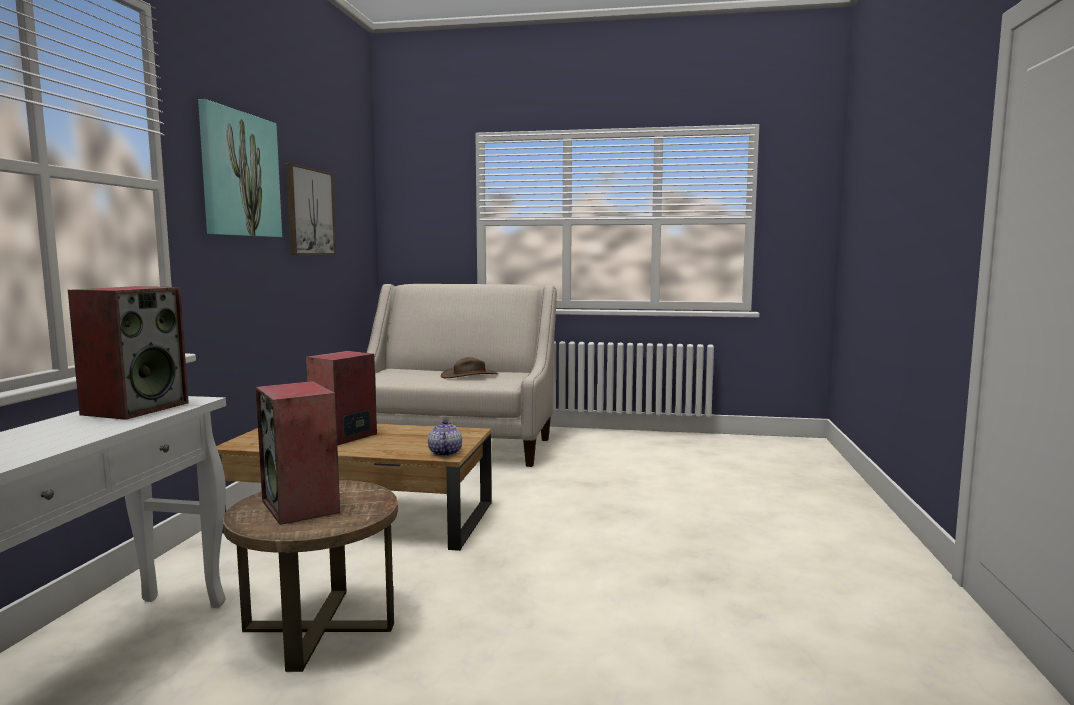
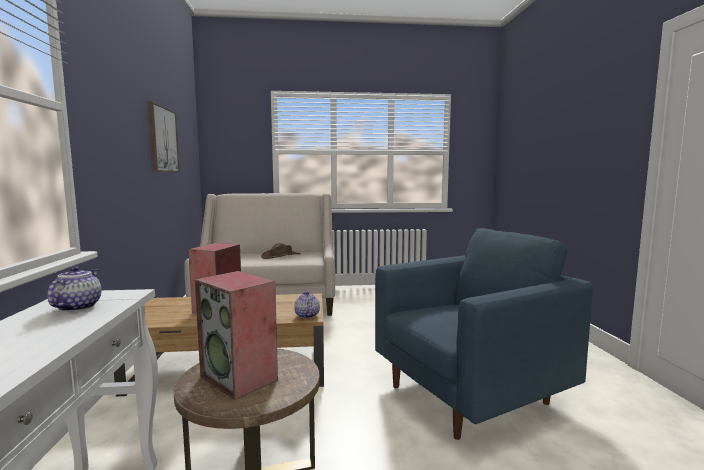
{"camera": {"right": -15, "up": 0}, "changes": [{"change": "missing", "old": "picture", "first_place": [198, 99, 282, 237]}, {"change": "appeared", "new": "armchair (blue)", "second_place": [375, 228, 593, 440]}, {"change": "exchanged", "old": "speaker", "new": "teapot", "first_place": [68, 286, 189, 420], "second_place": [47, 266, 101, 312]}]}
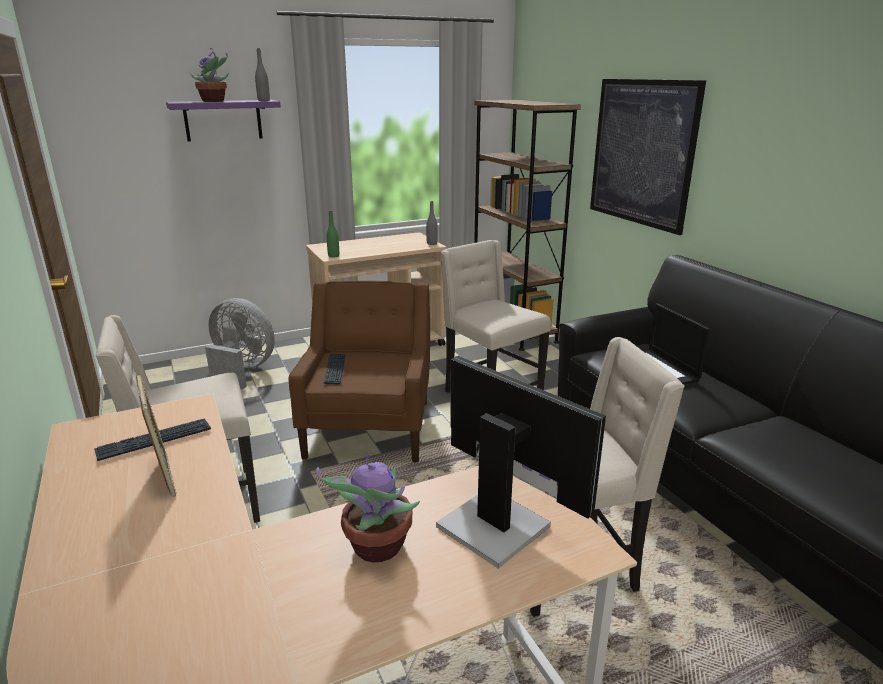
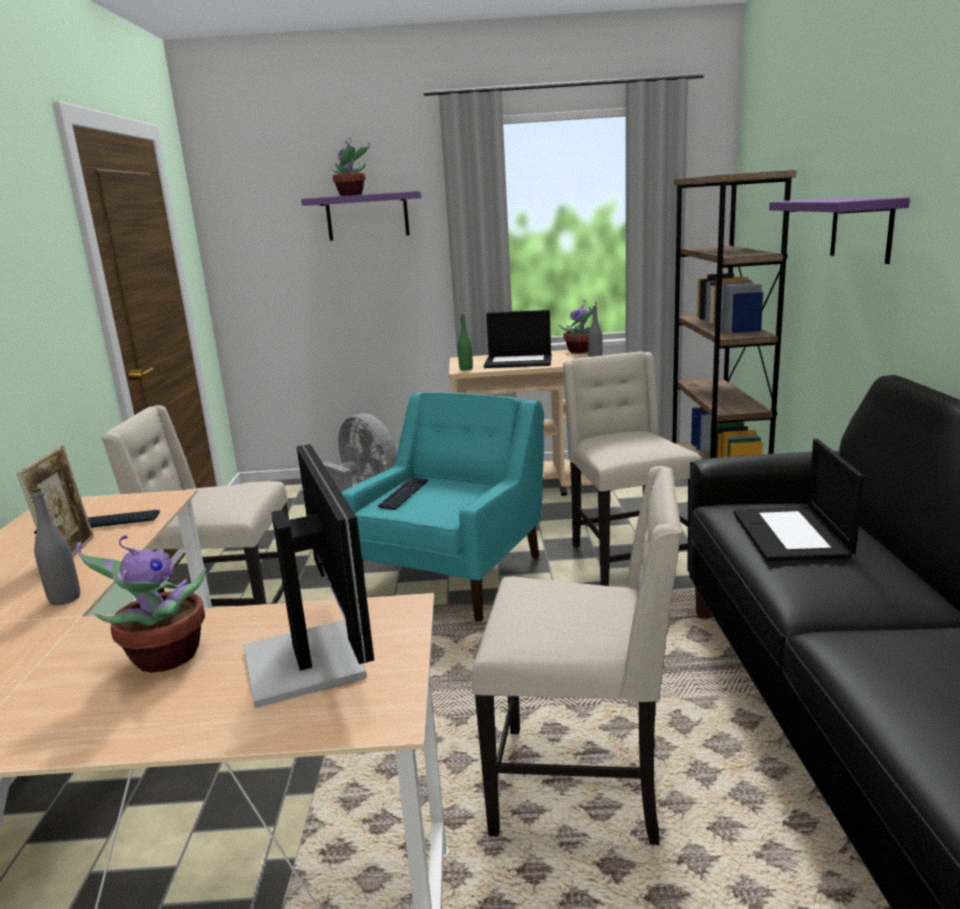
{"camera": {"right": 25, "up": -5}, "changes": [{"change": "appeared", "new": "laptop", "second_place": [484, 310, 552, 368]}, {"change": "appeared", "new": "potted plant", "second_place": [559, 300, 600, 353]}, {"change": "relocated", "old": "bottle (grey)", "first_place": [255, 49, 270, 101], "second_place": [31, 488, 80, 605]}, {"change": "exchanged", "old": "picture", "new": "shelf (purple)", "first_place": [590, 79, 706, 235], "second_place": [769, 198, 910, 264]}, {"change": "colour", "old": "armchair (brown)", "new": "armchair (turquoise)", "first_place": [289, 280, 430, 463], "second_place": [341, 392, 544, 621]}]}
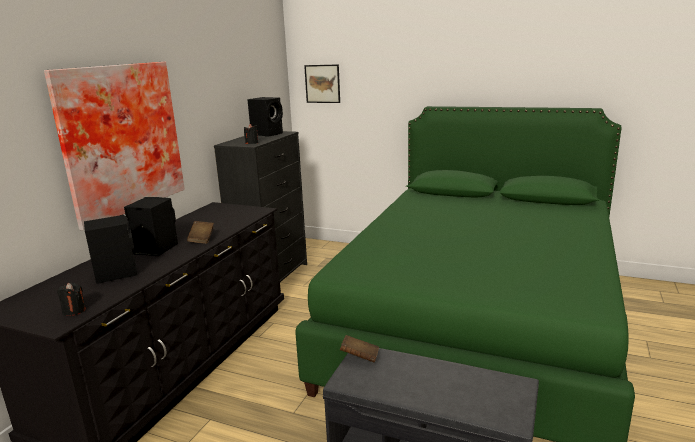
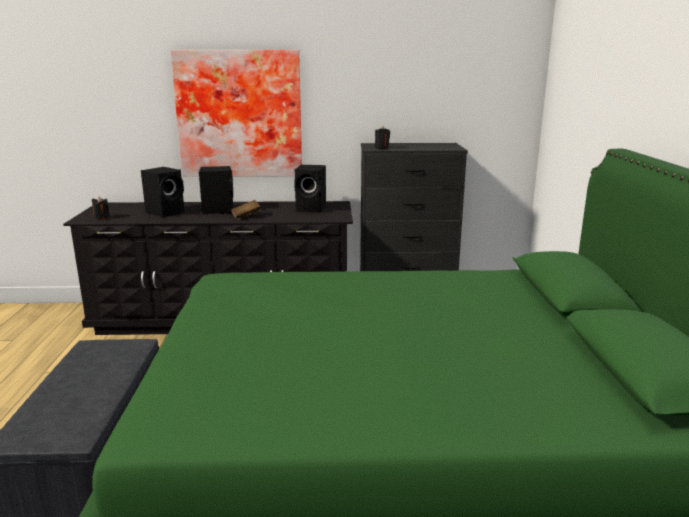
{"camera": {"right": 65, "up": 0}, "changes": [{"change": "missing", "old": "picture", "first_place": [304, 64, 340, 103]}, {"change": "missing", "old": "book (brown)", "first_place": [340, 335, 379, 363]}, {"change": "relocated", "old": "speaker (black)", "first_place": [247, 97, 283, 137], "second_place": [294, 165, 326, 212]}]}
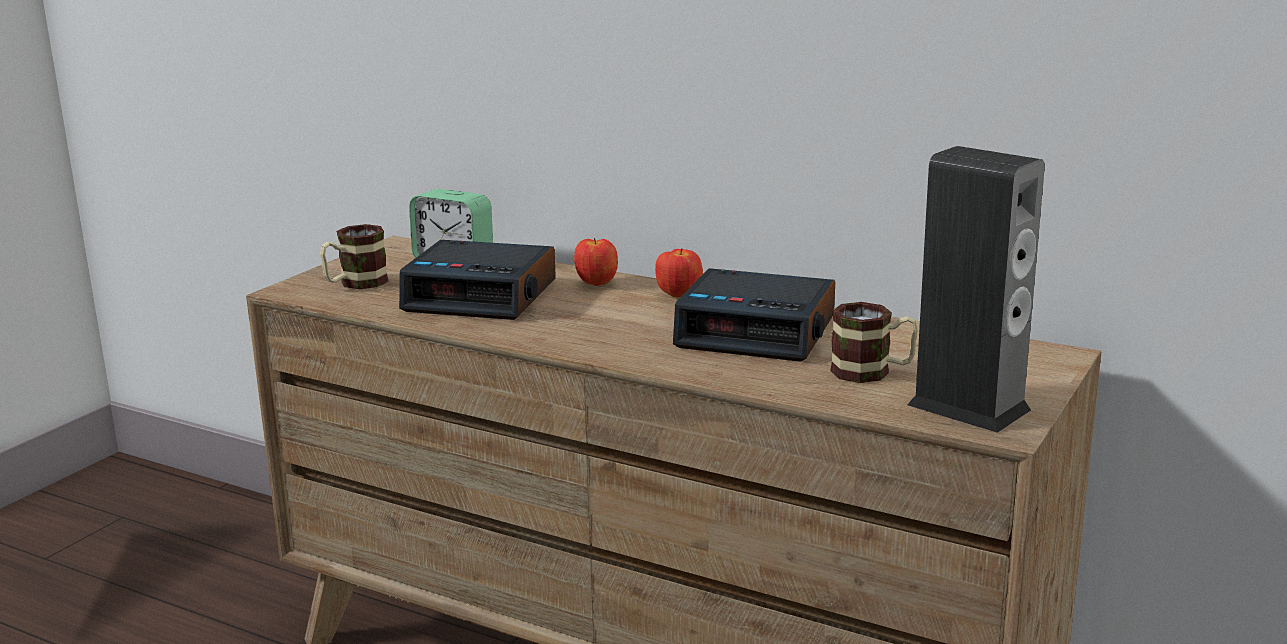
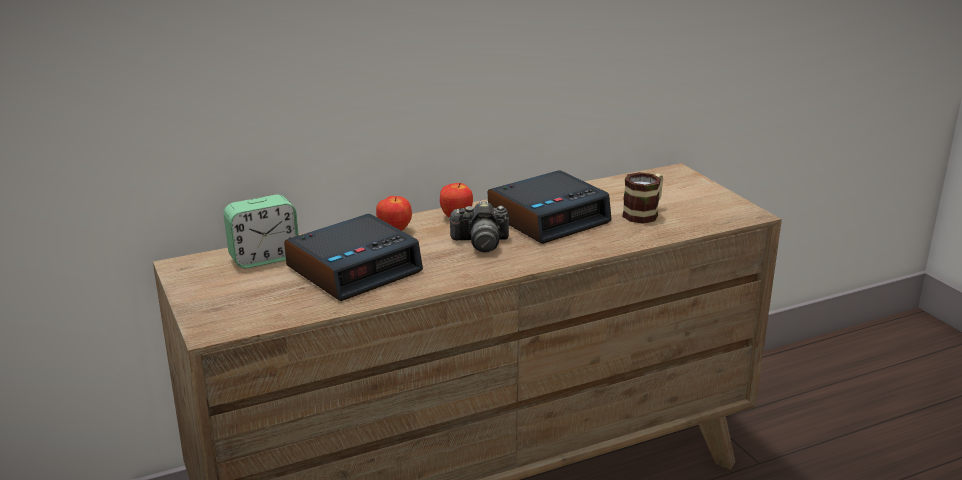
{"camera": {"right": -55, "up": 5}, "changes": [{"change": "missing", "old": "mug", "first_place": [320, 224, 389, 289]}, {"change": "missing", "old": "speaker", "first_place": [907, 146, 1045, 433]}, {"change": "appeared", "new": "photo camera", "second_place": [448, 201, 509, 252]}]}
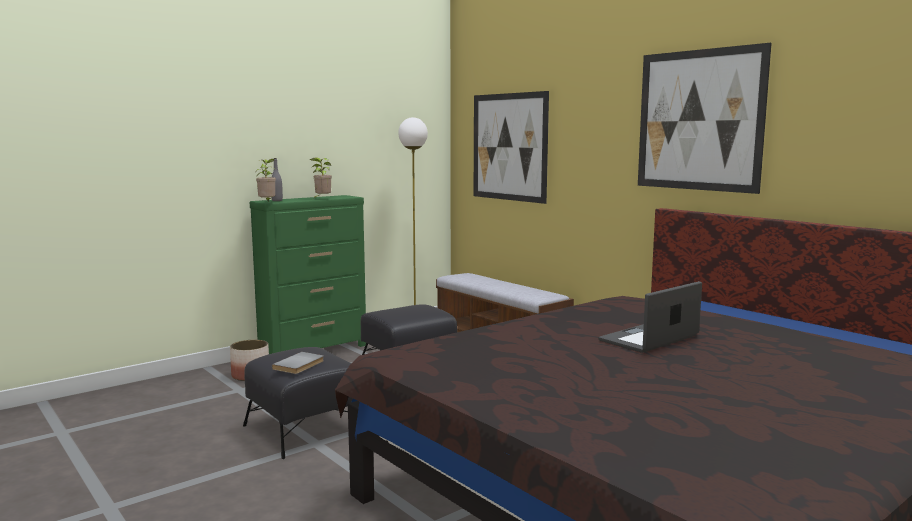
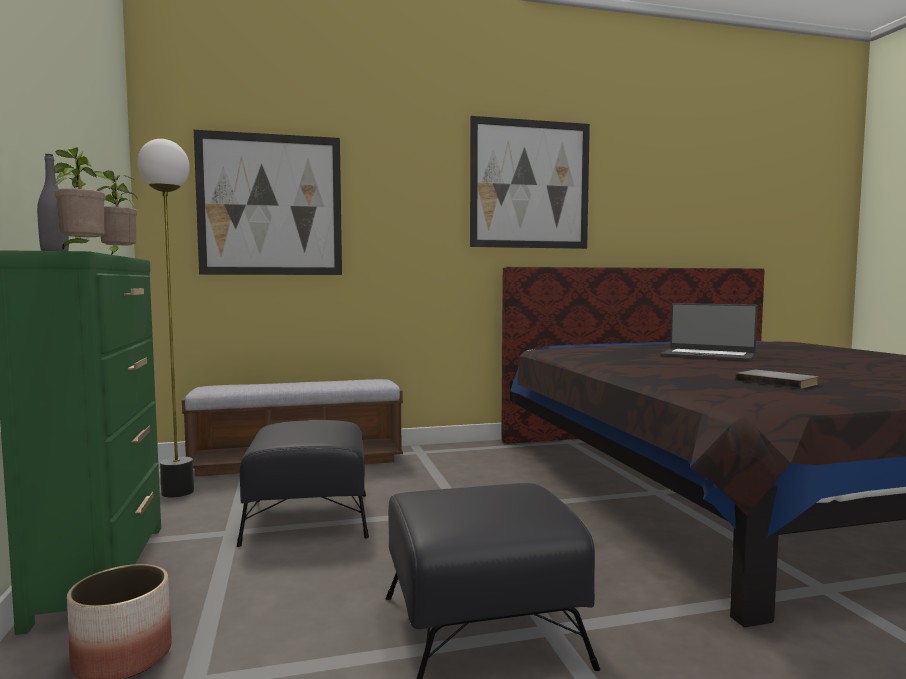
{"camera": {"right": -65, "up": -5}, "changes": [{"change": "relocated", "old": "book (grey)", "first_place": [272, 352, 324, 374], "second_place": [735, 370, 819, 389]}, {"change": "spun", "old": "laptop", "first_place": [598, 281, 702, 353], "second_place": [660, 303, 758, 362], "degrees": -45}]}
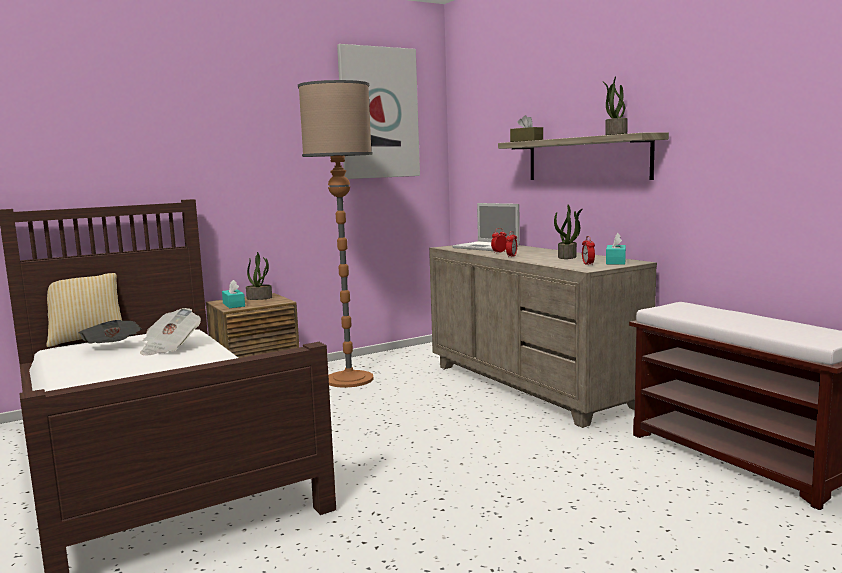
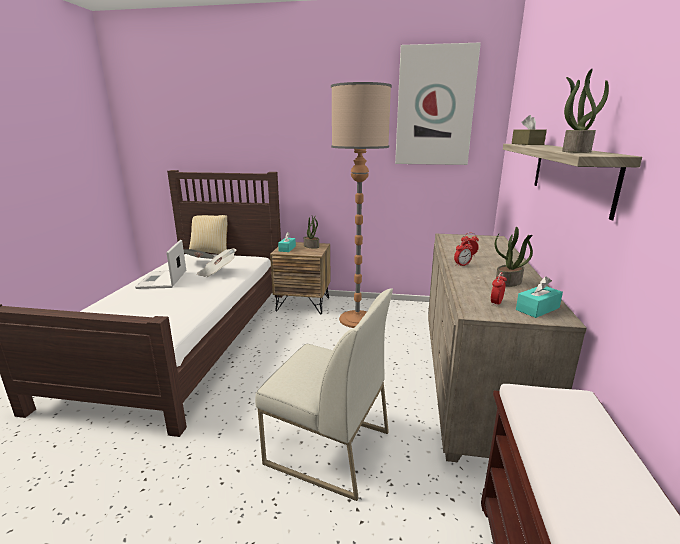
{"camera": {"right": 40, "up": 10}, "changes": [{"change": "appeared", "new": "chair (white)", "second_place": [255, 288, 393, 501]}, {"change": "relocated", "old": "laptop", "first_place": [452, 203, 520, 251], "second_place": [135, 240, 186, 289]}]}
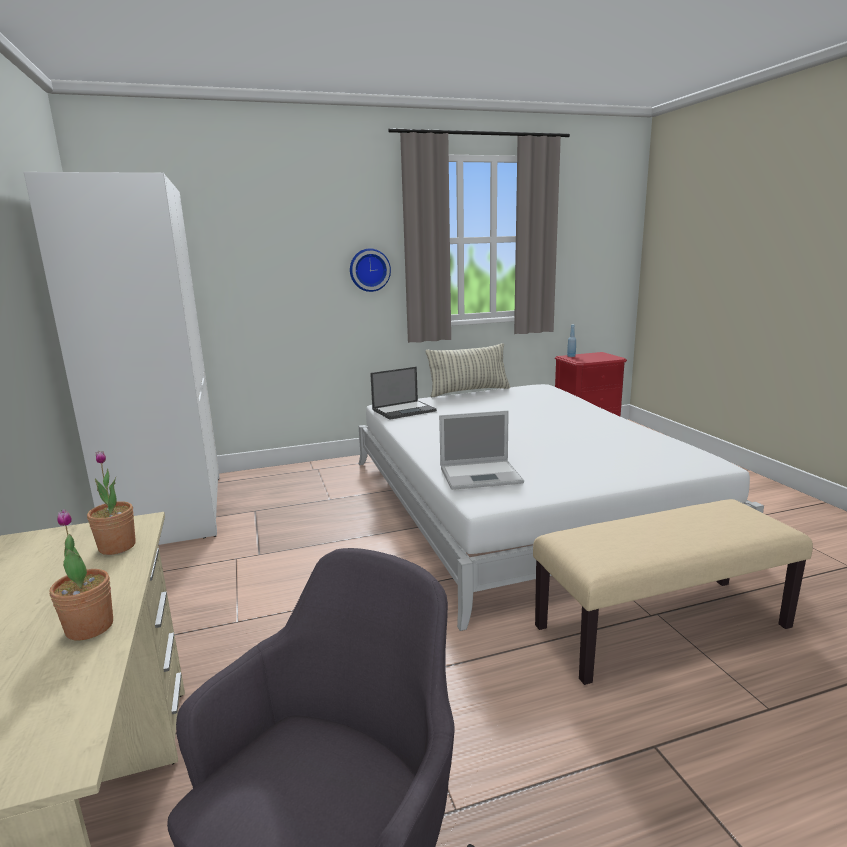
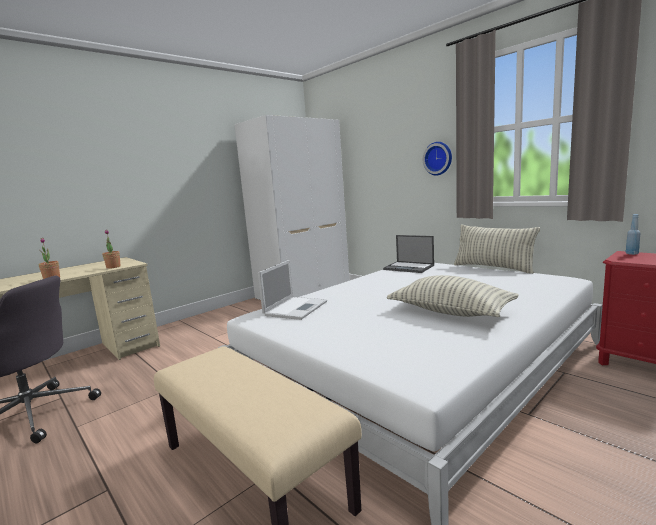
{"camera": {"right": 65, "up": -5}, "changes": [{"change": "appeared", "new": "pillow", "second_place": [387, 275, 519, 317]}, {"change": "spun", "old": "laptop", "first_place": [439, 410, 524, 490], "second_place": [258, 260, 327, 320], "degrees": -120}]}
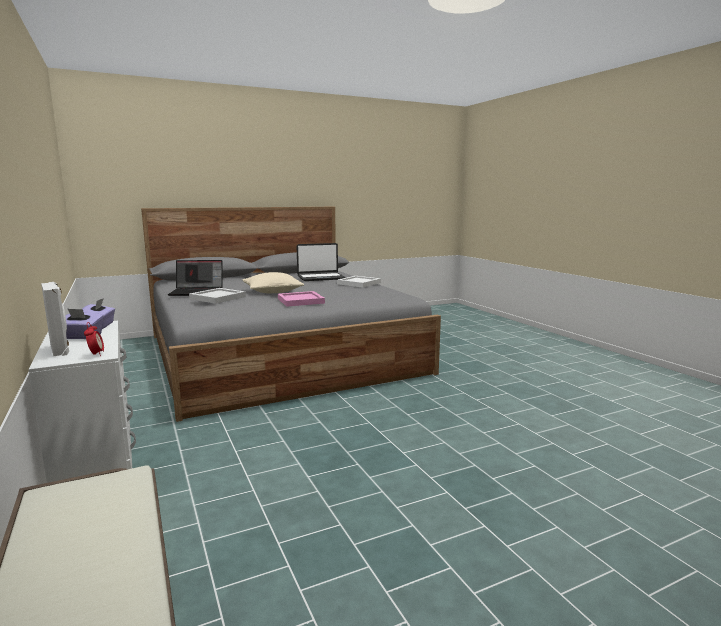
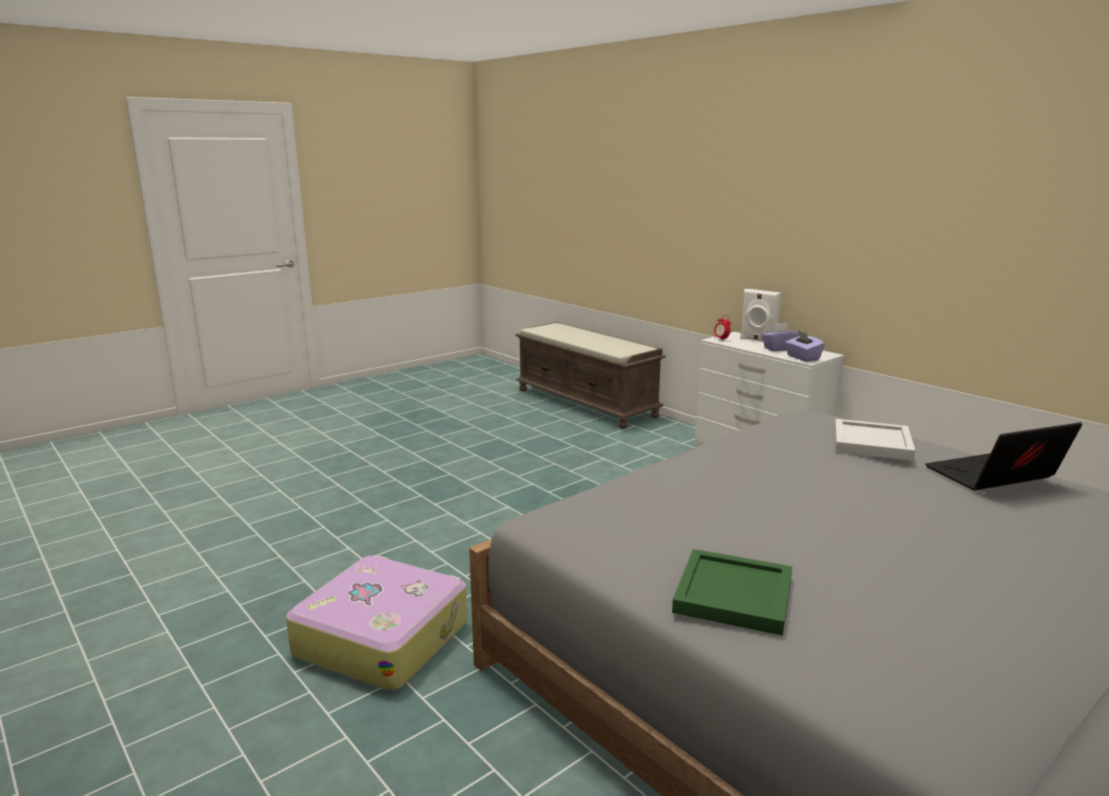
{"camera": {"right": 165, "up": 5}, "changes": [{"change": "missing", "old": "pillow (beige)", "first_place": [242, 272, 304, 293]}, {"change": "missing", "old": "tray (pink)", "first_place": [278, 291, 325, 307]}, {"change": "missing", "old": "laptop", "first_place": [297, 243, 346, 281]}, {"change": "appeared", "new": "suitcase", "second_place": [286, 556, 467, 691]}, {"change": "colour", "old": "tray (white)", "new": "tray (green)", "first_place": [337, 276, 381, 288], "second_place": [672, 549, 792, 636]}]}
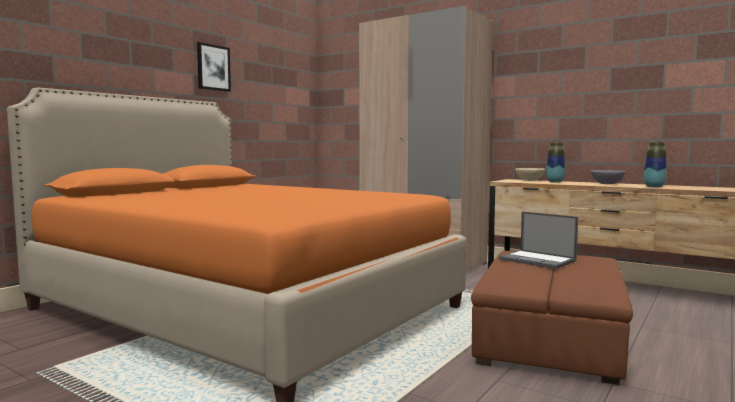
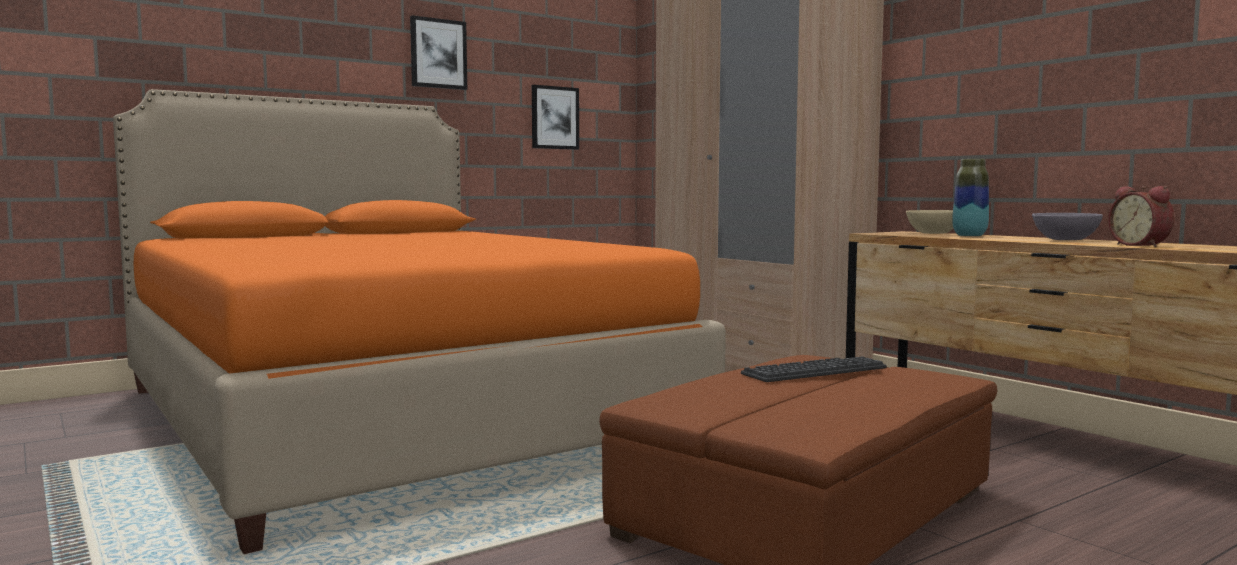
{"camera": {"right": 20, "up": 0}, "changes": [{"change": "appeared", "new": "picture", "second_place": [532, 85, 579, 150]}, {"change": "exchanged", "old": "laptop", "new": "keyboard", "first_place": [499, 212, 578, 269], "second_place": [741, 356, 887, 382]}, {"change": "exchanged", "old": "vase", "new": "alarm clock", "first_place": [644, 142, 667, 187], "second_place": [1108, 186, 1175, 247]}]}
